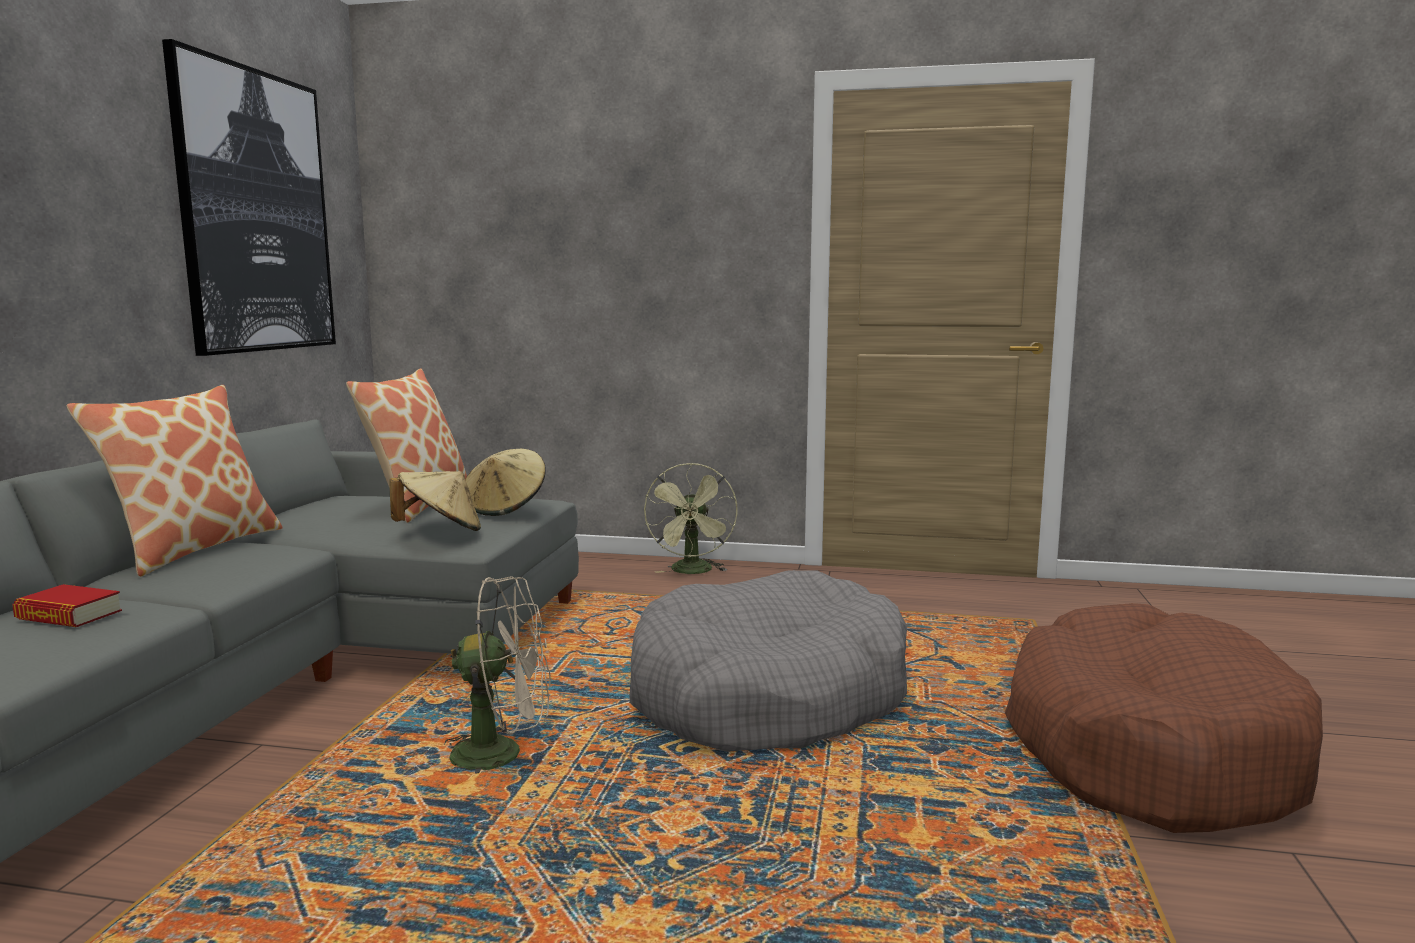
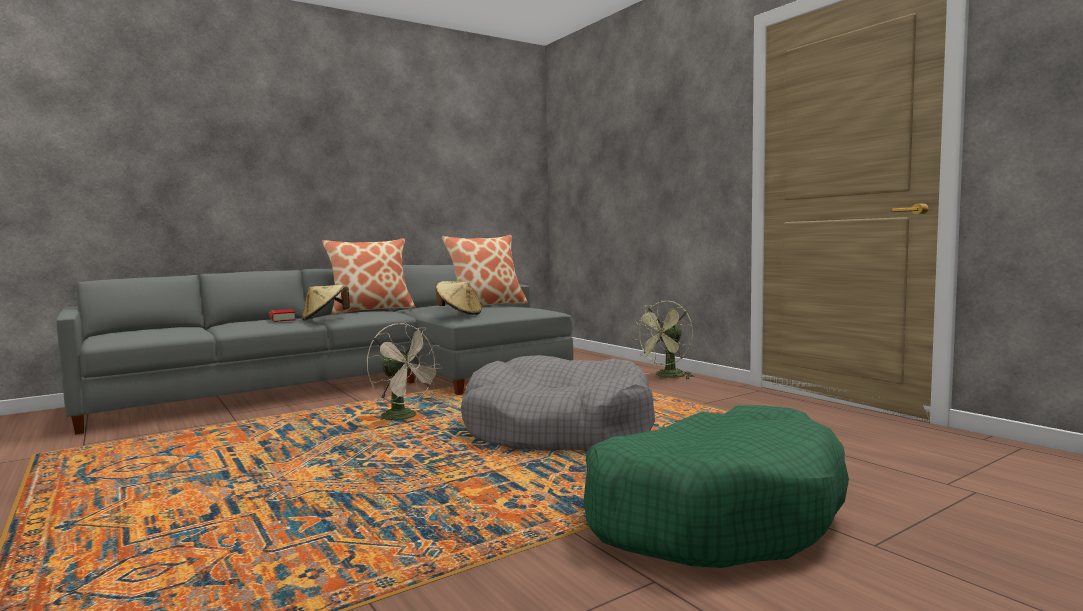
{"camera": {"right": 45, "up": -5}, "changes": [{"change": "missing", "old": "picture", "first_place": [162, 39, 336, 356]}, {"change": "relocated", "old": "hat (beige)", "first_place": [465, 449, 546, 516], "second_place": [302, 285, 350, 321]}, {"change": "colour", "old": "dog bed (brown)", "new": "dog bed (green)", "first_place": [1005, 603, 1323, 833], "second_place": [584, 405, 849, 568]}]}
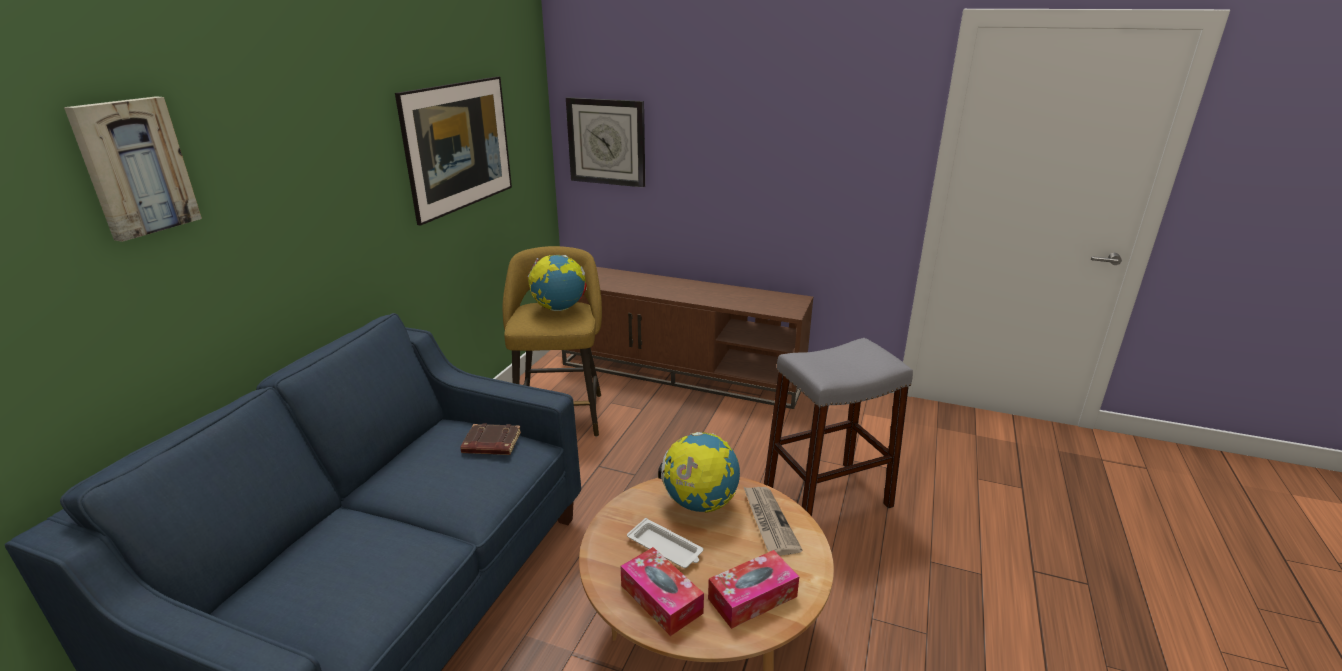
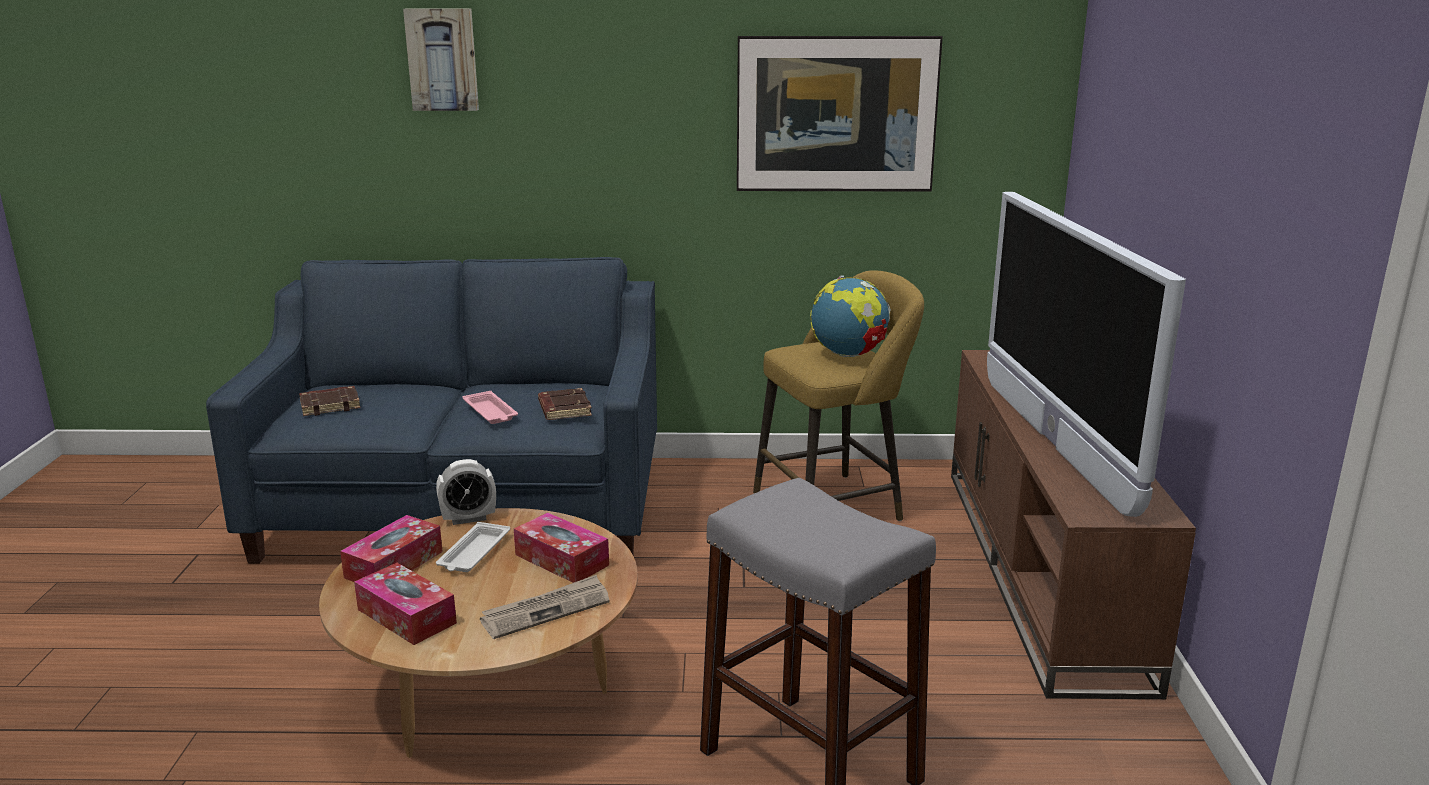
{"camera": {"right": 70, "up": -5}, "changes": [{"change": "missing", "old": "wall clock", "first_place": [566, 97, 645, 187]}, {"change": "appeared", "new": "book (brown)", "second_place": [299, 386, 361, 416]}, {"change": "appeared", "new": "alarm clock", "second_place": [436, 459, 496, 525]}, {"change": "appeared", "new": "tray (pink)", "second_place": [463, 391, 518, 424]}, {"change": "appeared", "new": "television", "second_place": [987, 192, 1186, 517]}, {"change": "exchanged", "old": "globe", "new": "tissue box", "first_place": [658, 432, 740, 513], "second_place": [514, 513, 609, 583]}]}
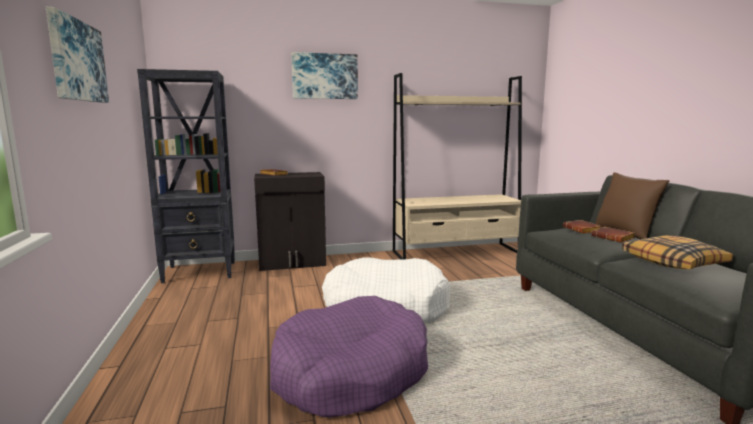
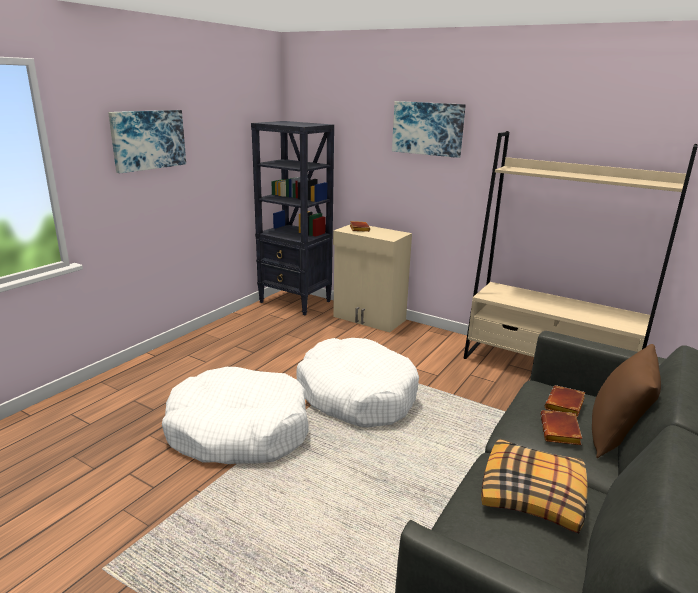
{"camera": {"right": 45, "up": 10}, "changes": [{"change": "colour", "old": "cabinet (black)", "new": "cabinet (beige)", "first_place": [254, 172, 326, 271], "second_place": [333, 225, 412, 332]}, {"change": "colour", "old": "dog bed (purple)", "new": "dog bed (white)", "first_place": [270, 296, 428, 417], "second_place": [162, 367, 309, 464]}]}
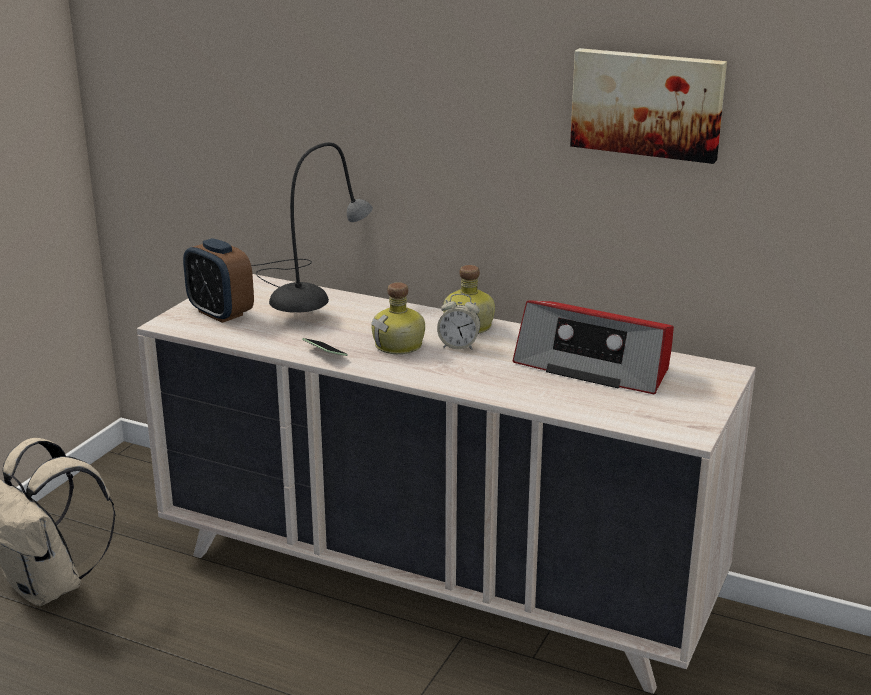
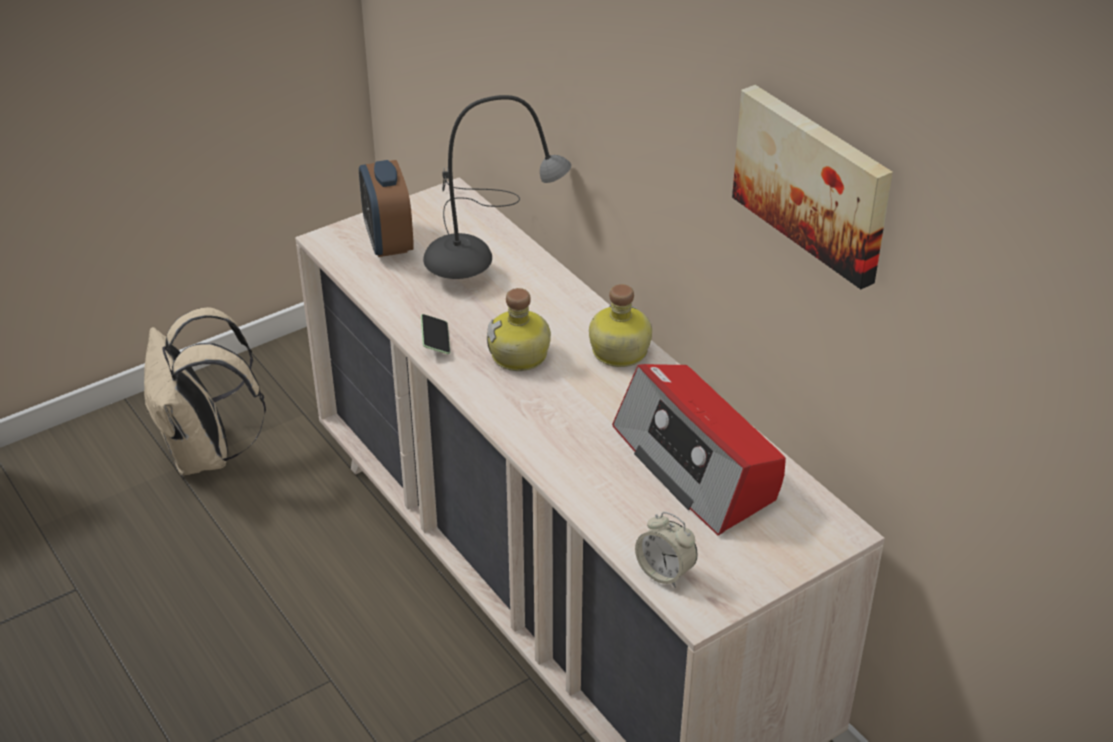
{"camera": {"right": 30, "up": 15}, "changes": [{"change": "relocated", "old": "alarm clock", "first_place": [437, 294, 480, 350], "second_place": [635, 512, 698, 587]}]}
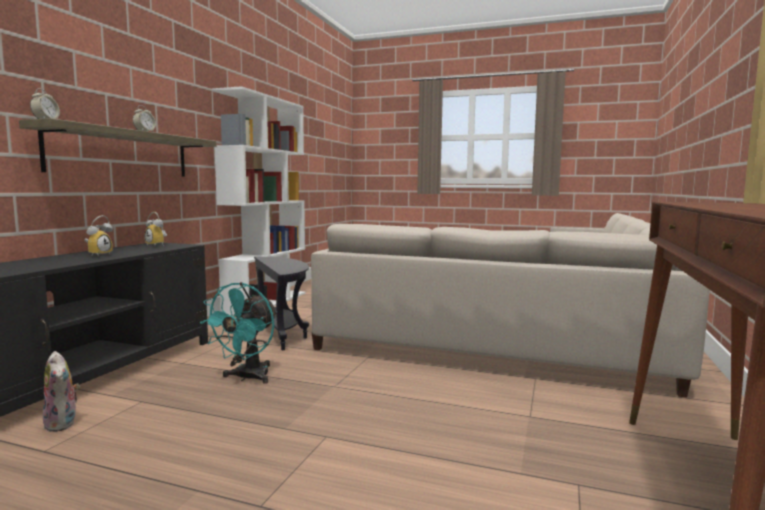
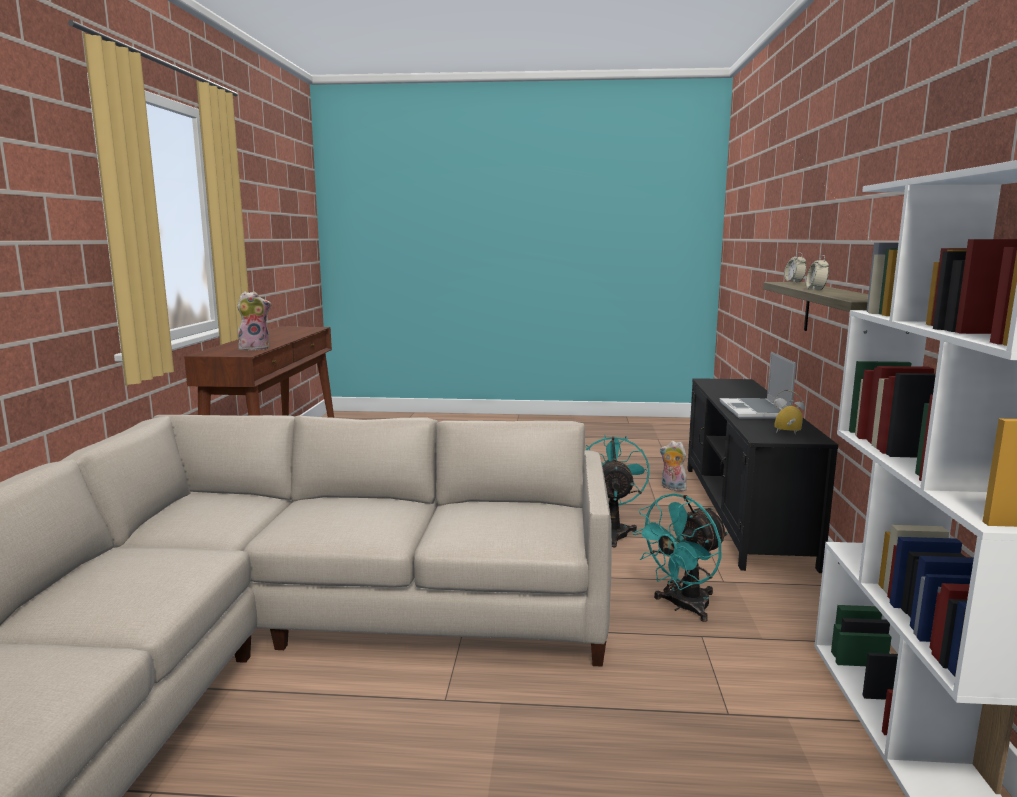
{"camera": {"right": 165, "up": 5}, "changes": [{"change": "appeared", "new": "plush toy", "second_place": [237, 291, 272, 350]}, {"change": "exchanged", "old": "alarm clock", "new": "laptop", "first_place": [84, 215, 113, 257], "second_place": [720, 351, 796, 419]}, {"change": "exchanged", "old": "side table (black)", "new": "fan (turquoise)", "first_place": [254, 257, 309, 350], "second_place": [633, 493, 728, 622]}]}
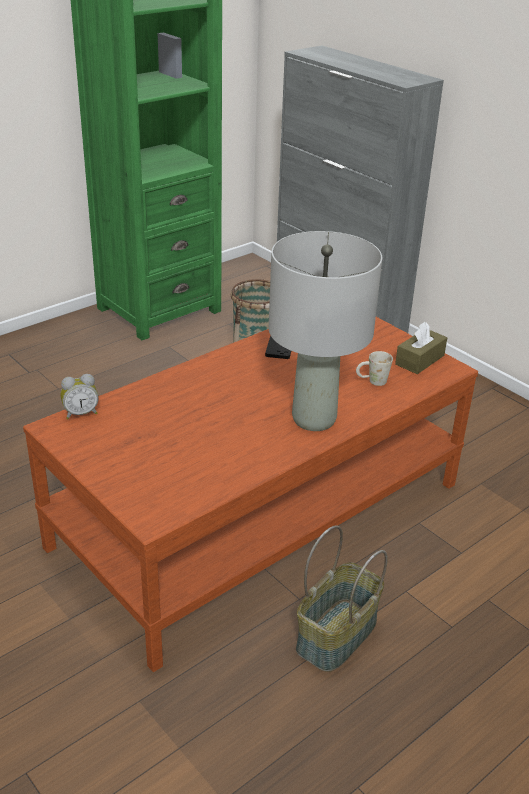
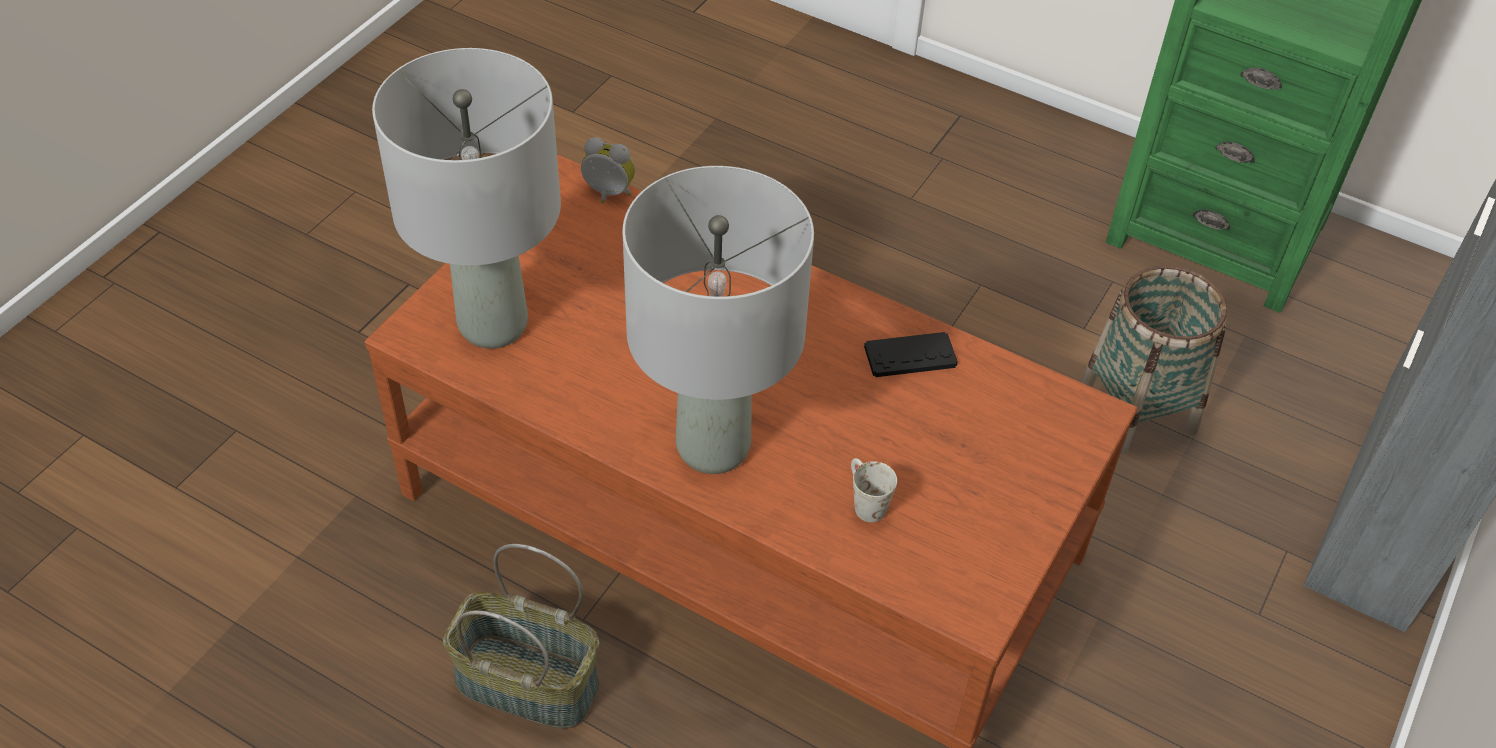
{"camera": {"right": 70, "up": 15}, "changes": [{"change": "missing", "old": "tissue box (brown)", "first_place": [395, 321, 447, 374]}, {"change": "appeared", "new": "table lamp (grey)", "second_place": [372, 48, 561, 349]}, {"change": "spun", "old": "alarm clock", "first_place": [60, 374, 99, 419], "second_place": [581, 137, 635, 204], "degrees": 150}]}
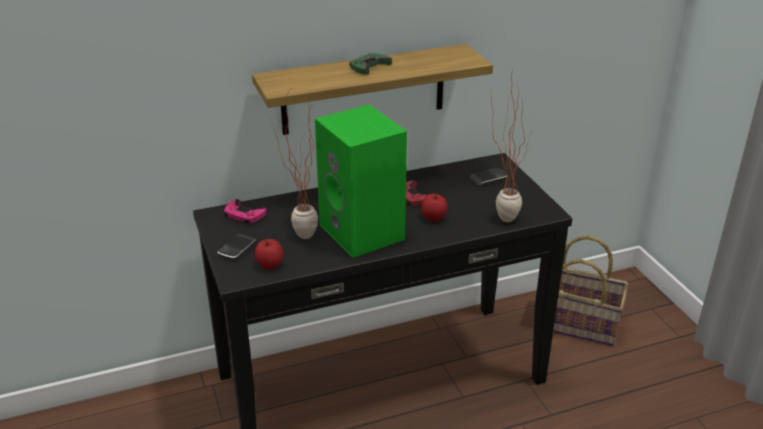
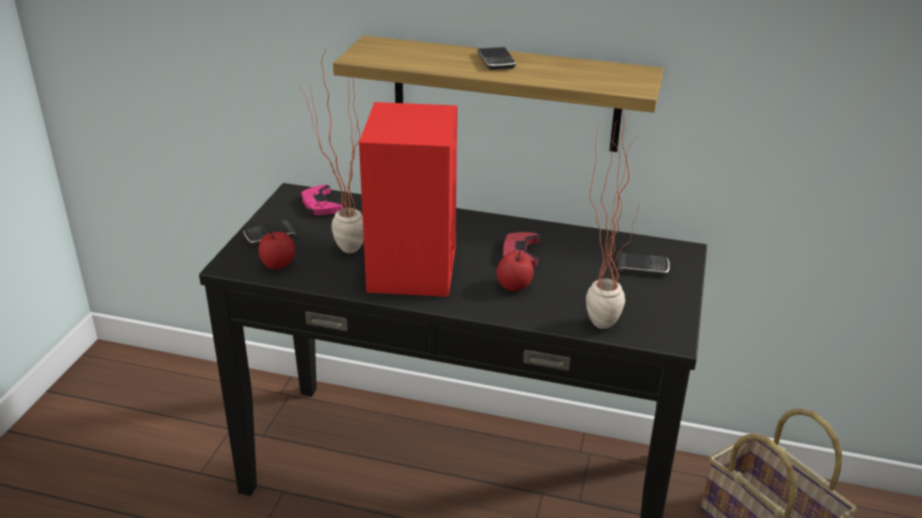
{"camera": {"right": 35, "up": 0}, "changes": [{"change": "exchanged", "old": "game controller (green)", "new": "phone", "first_place": [349, 53, 392, 75], "second_place": [477, 47, 516, 70]}, {"change": "colour", "old": "speaker (green)", "new": "speaker (red)", "first_place": [315, 104, 407, 258], "second_place": [359, 102, 457, 297]}]}
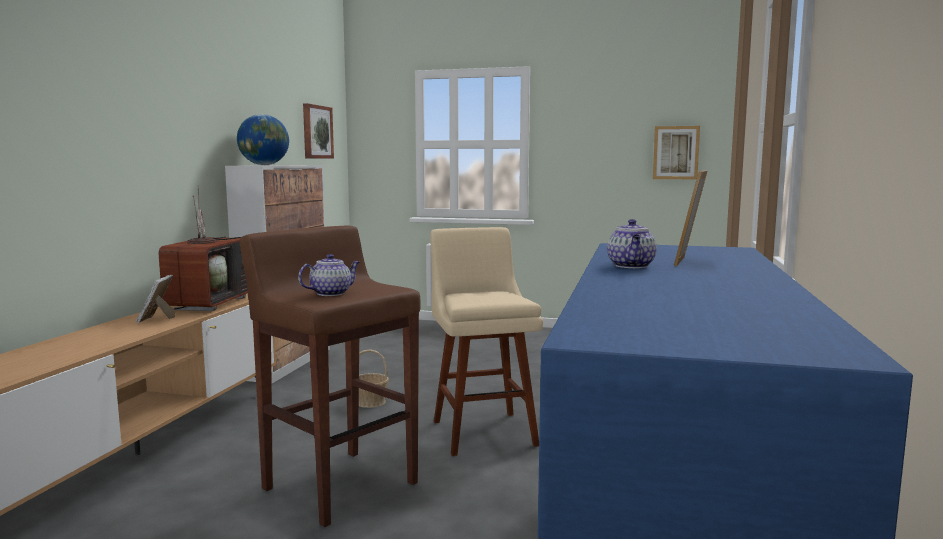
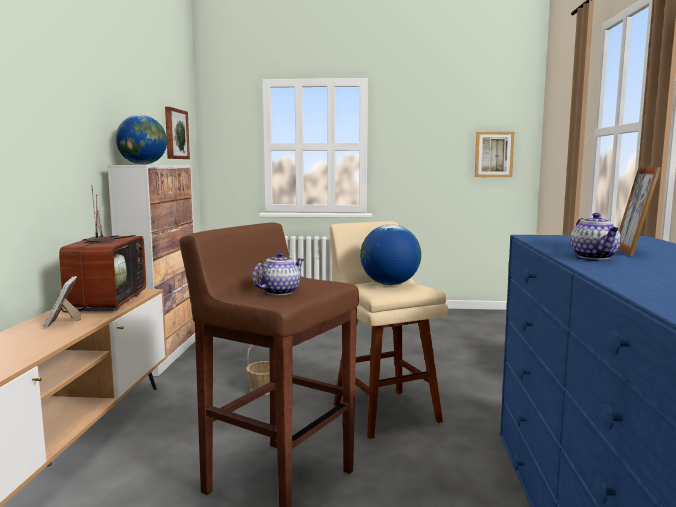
{"camera": {"right": -10, "up": 0}, "changes": [{"change": "appeared", "new": "globe", "second_place": [360, 224, 421, 285]}]}
